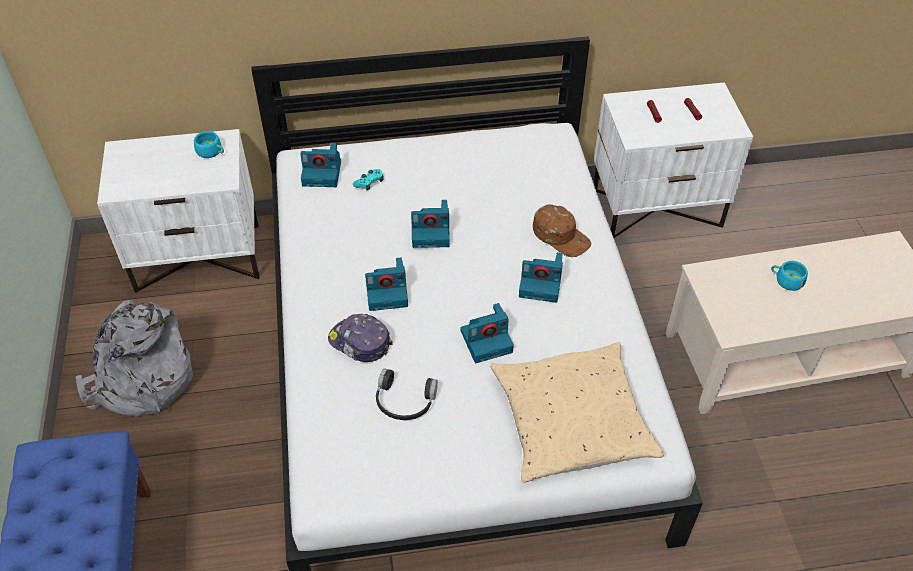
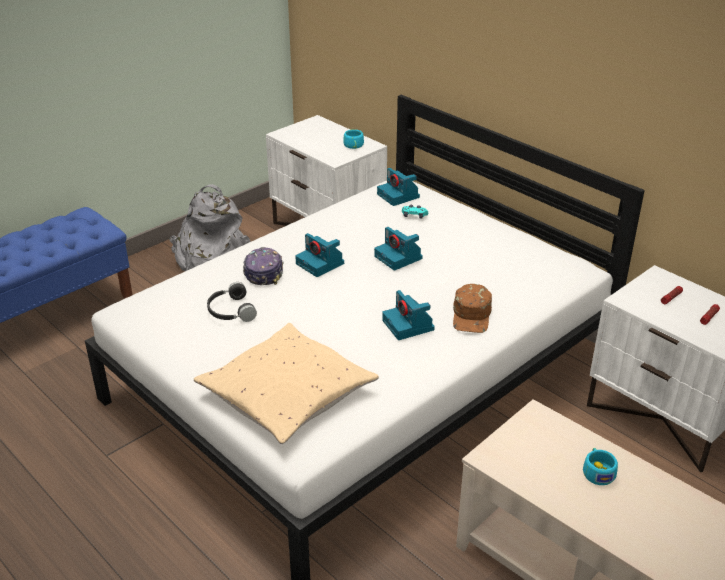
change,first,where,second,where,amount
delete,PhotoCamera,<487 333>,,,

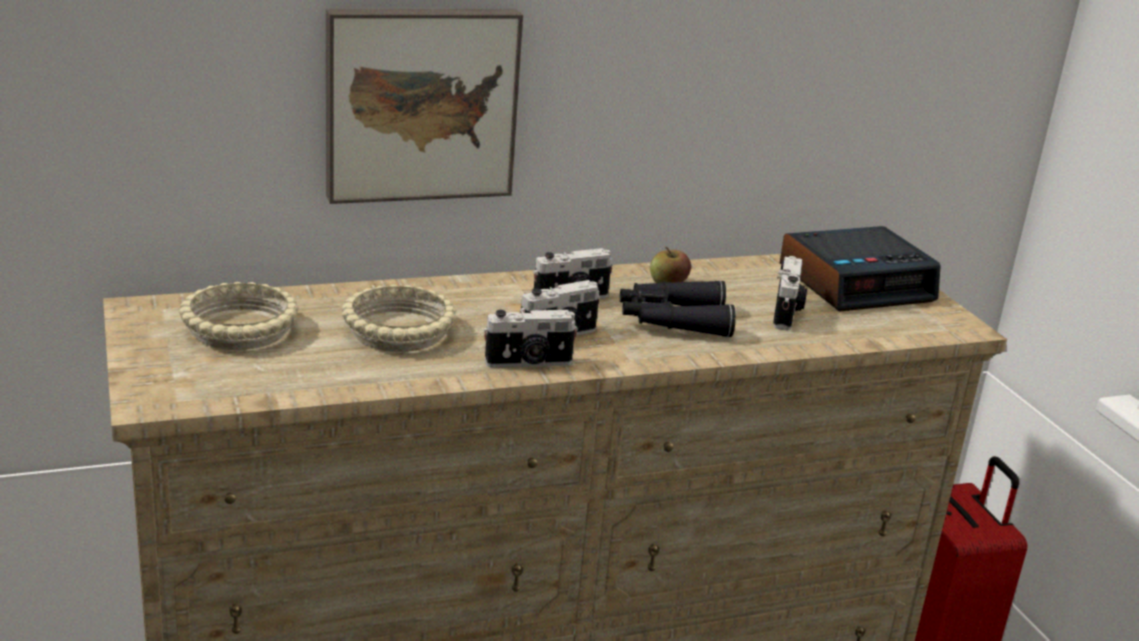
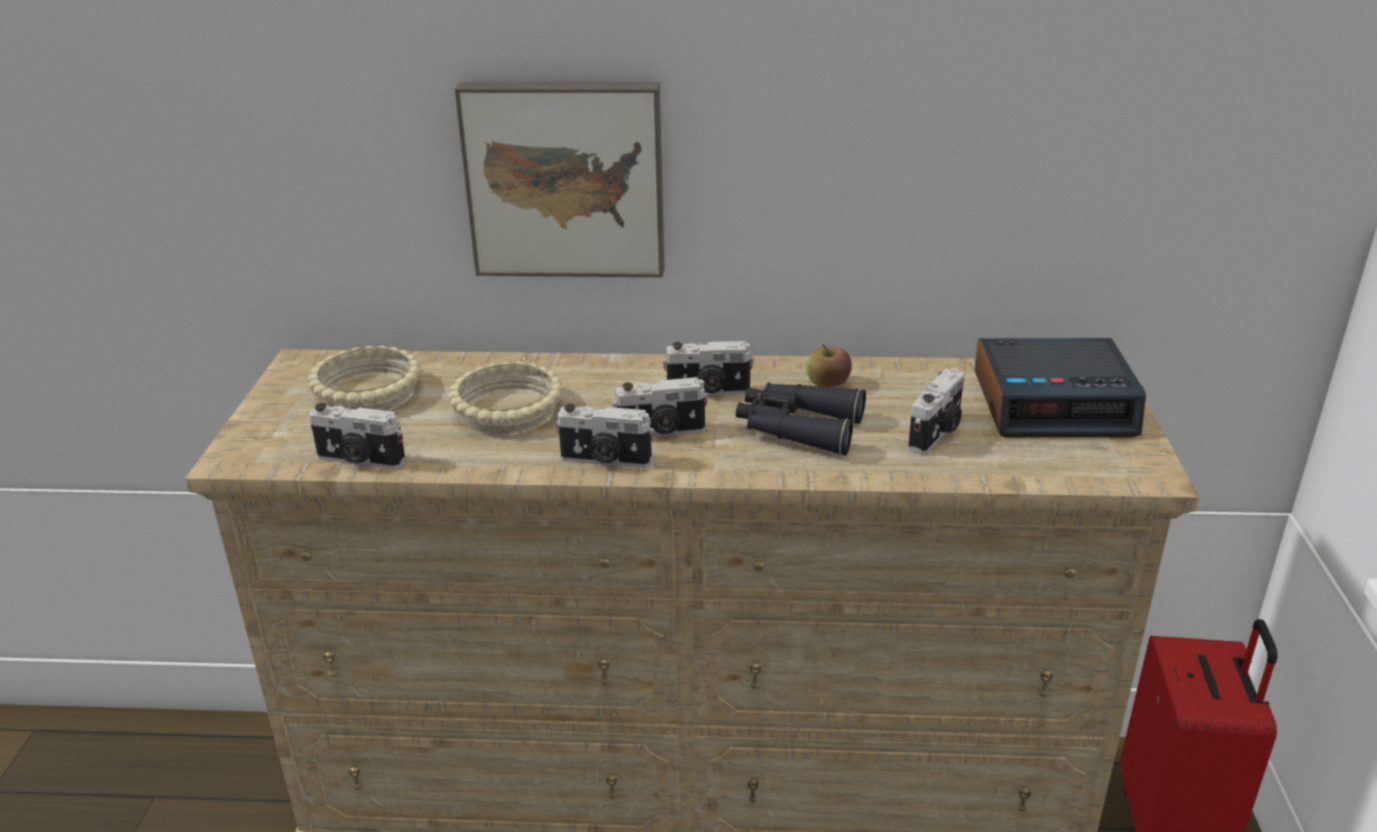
change,first,where,second,where,amount
insert,,,PhotoCamera,<357 436>,

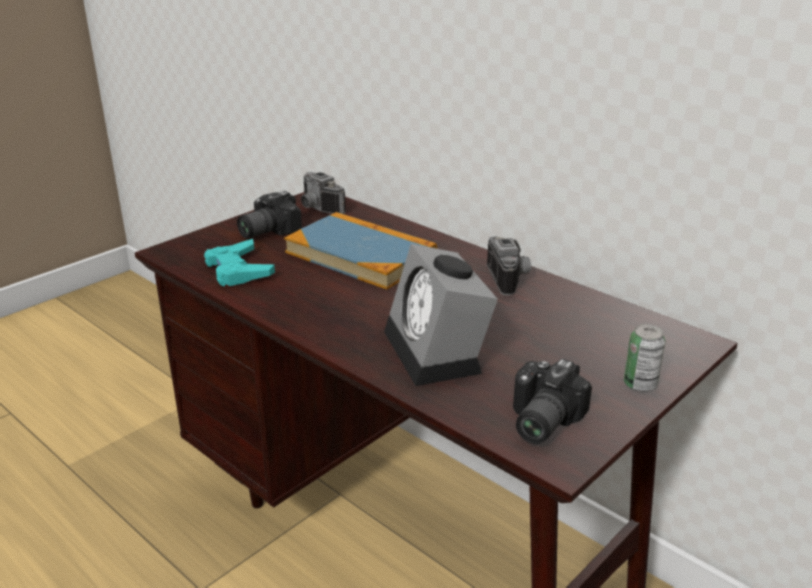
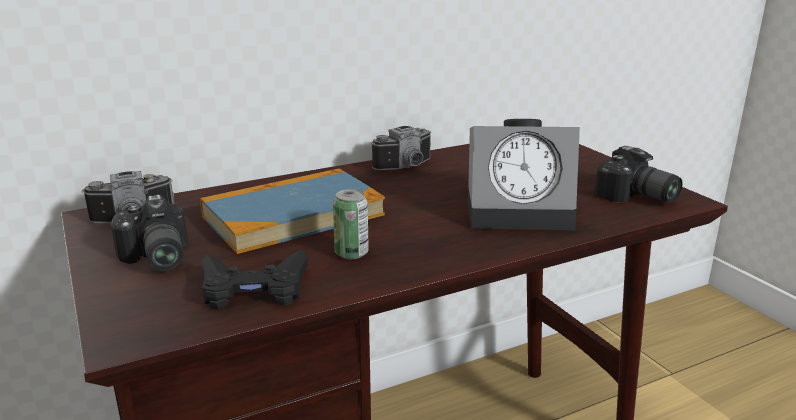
change,first,where,second,where,amount
recolor,TurquoiseJoypad,<239 262>,BlackColouredJoypad,<254 279>,
move,MetalCan,<644 358>,,<351 224>,
rotate,PhotoCamera,<509 266>,,<401 148>,135 degrees clockwise

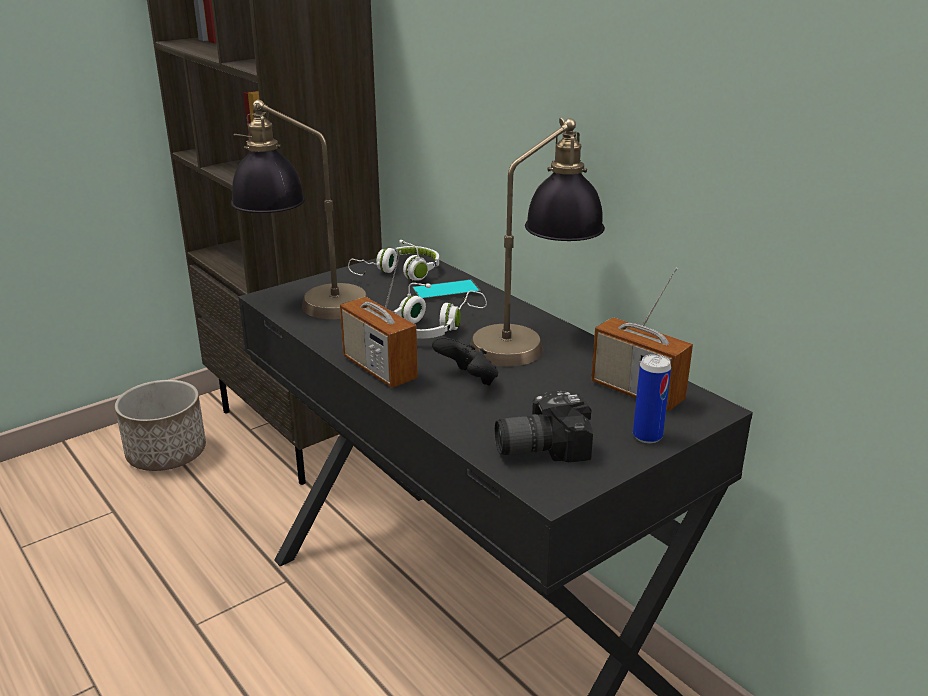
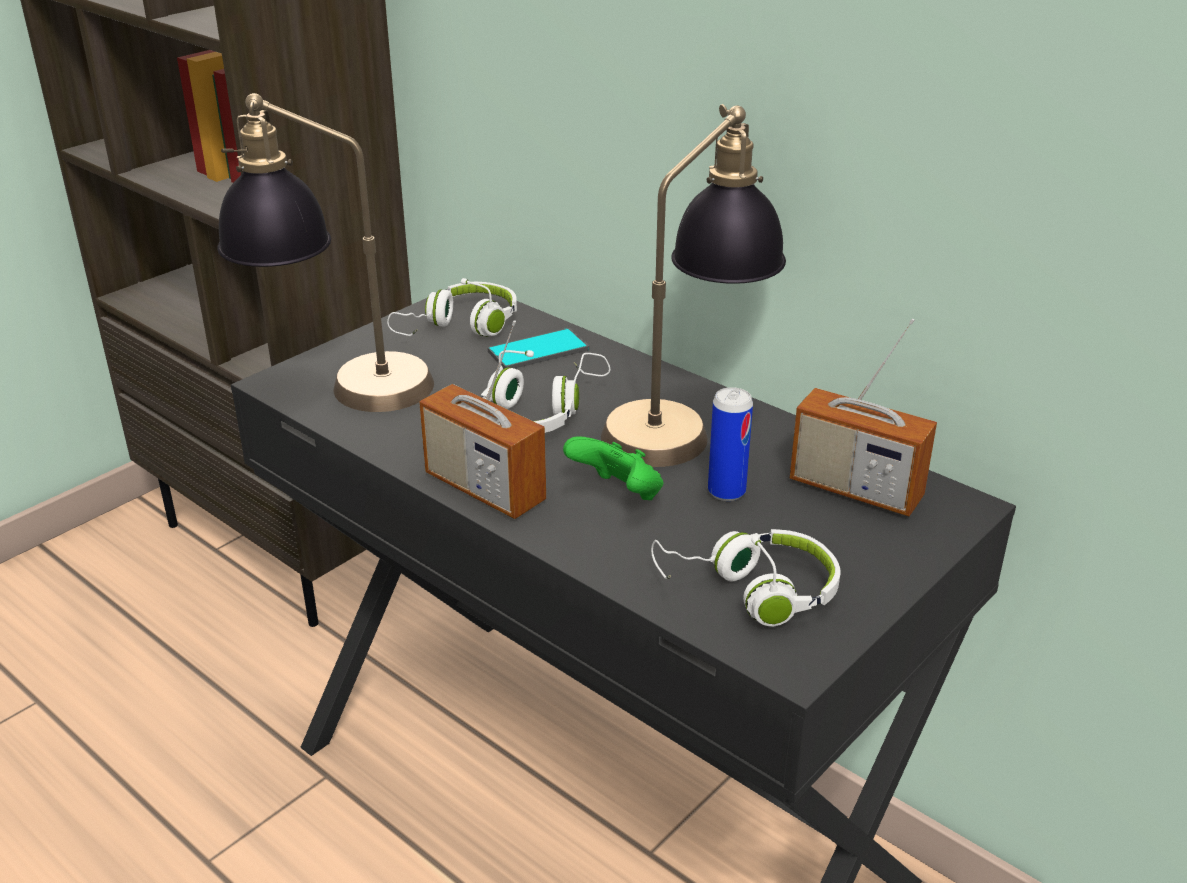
change,first,where,second,where,amount
recolor,BlackColouredJoypad,<465 361>,GreenishJoypad,<613 468>,
replace,PhotoCamera,<544 426>,WhitishHeadset,<745 577>,
move,MetalCan,<652 398>,,<730 444>,
delete,Planter,<160 425>,,,

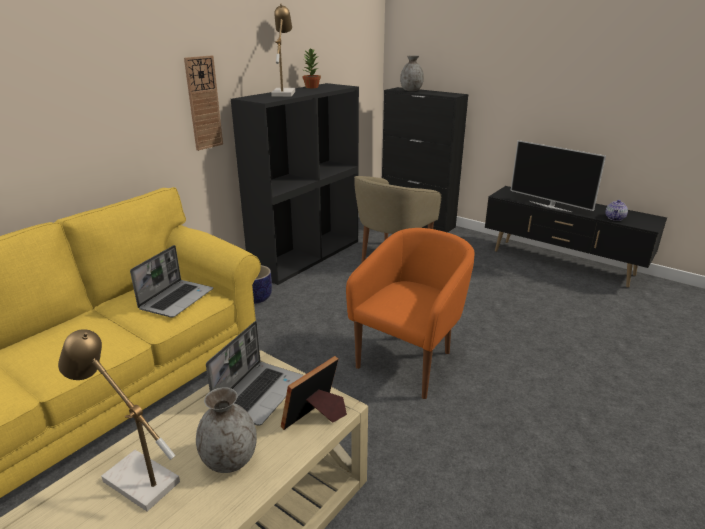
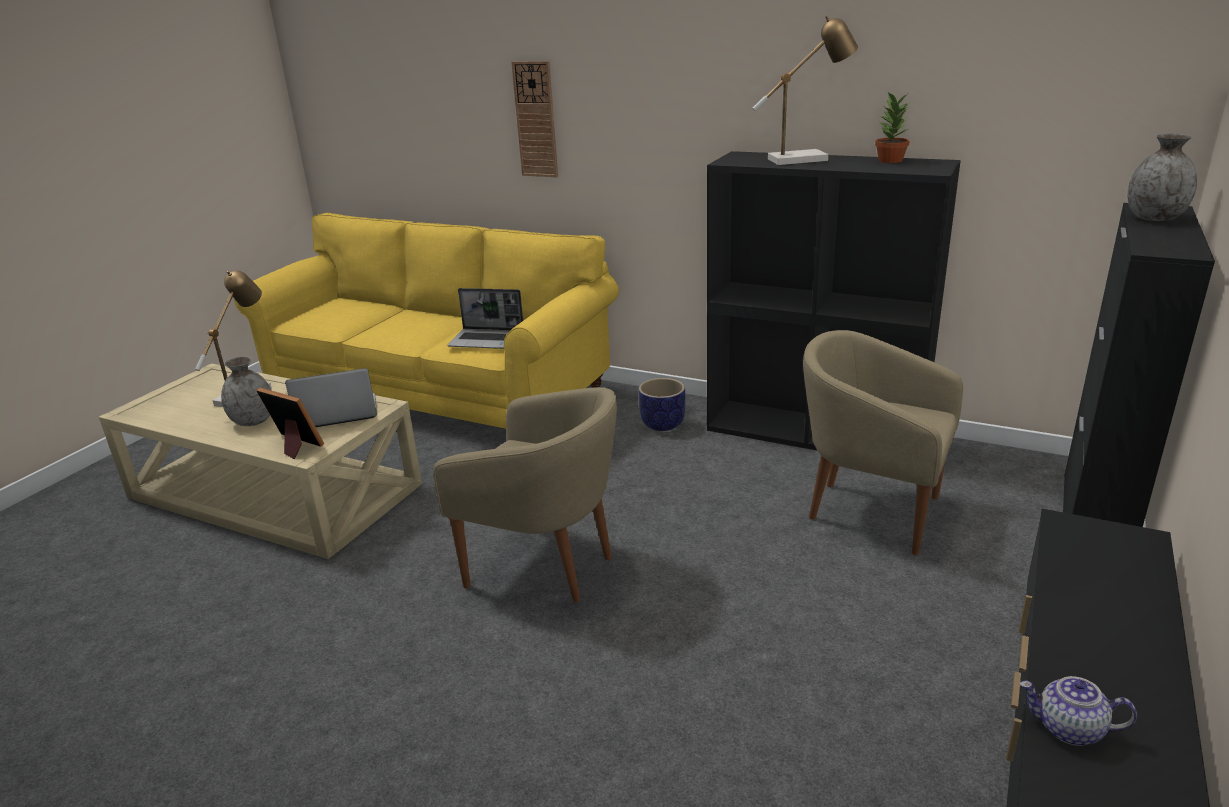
change,first,where,second,where,amount
rotate,PortableComputer,<254 373>,,<331 397>,150 degrees clockwise
recolor,OrangeLoungeChair,<410 313>,BeigeLoungeChair,<525 494>,
move,HangingClock,<203 103>,,<534 119>,
delete,Television,<558 176>,,,

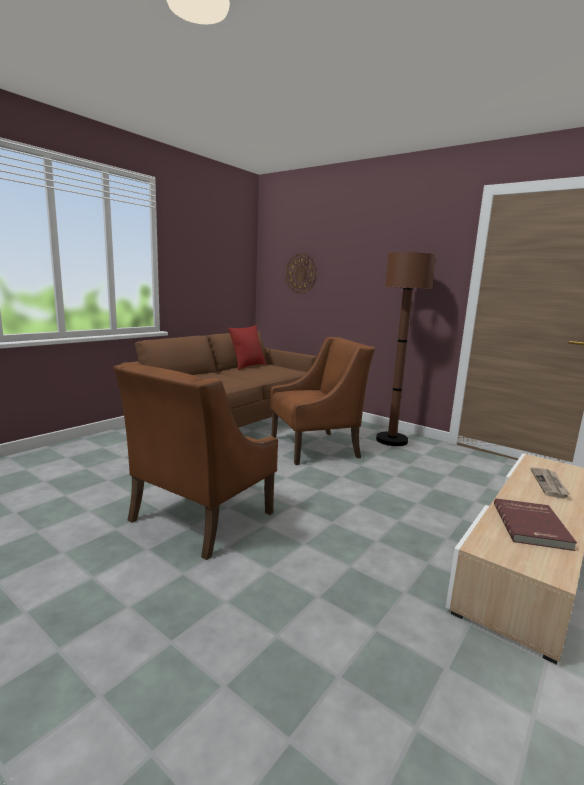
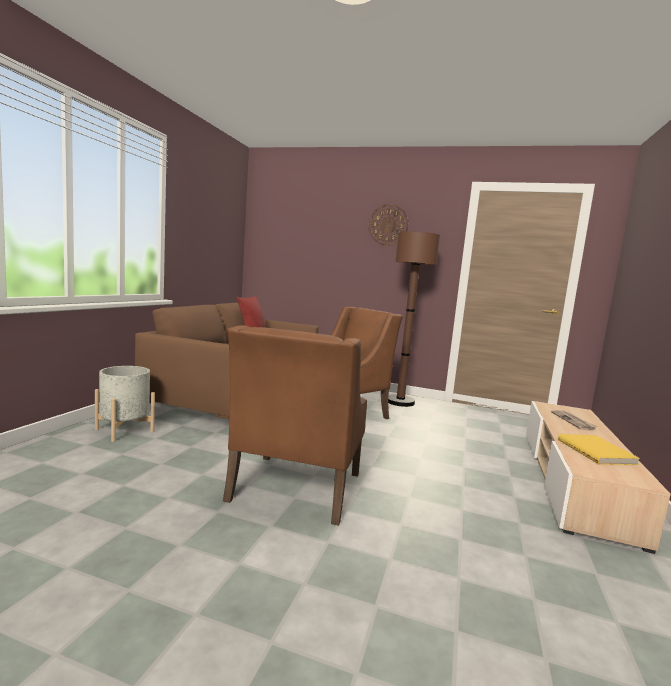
change,first,where,second,where,amount
insert,,,GreyPlanter,<125 404>,
move,HangingClock,<301 273>,,<388 225>,
recolor,RedColouredVolume,<535 524>,YellowColouredVolume,<599 449>,

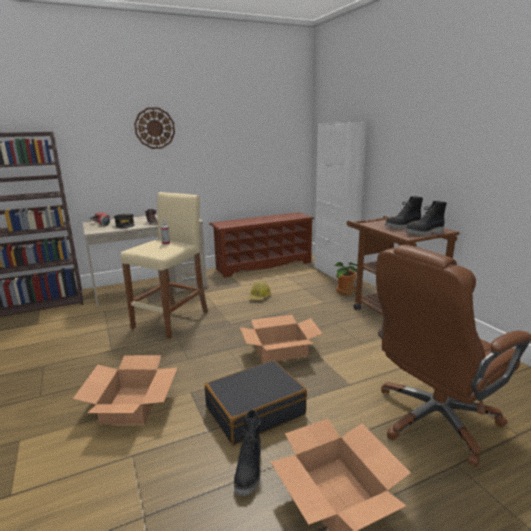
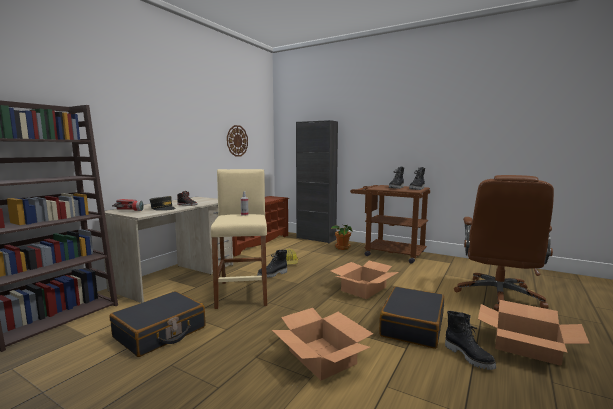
change,first,where,second,where,amount
insert,,,BlackColouredSuitcase,<157 324>,
move,HangingClock,<154 128>,,<237 141>,
insert,,,BlackColouredTallBoot,<272 264>,
recolor,WhitishCupboard,<340 201>,BlackColouredCupboard,<317 181>,

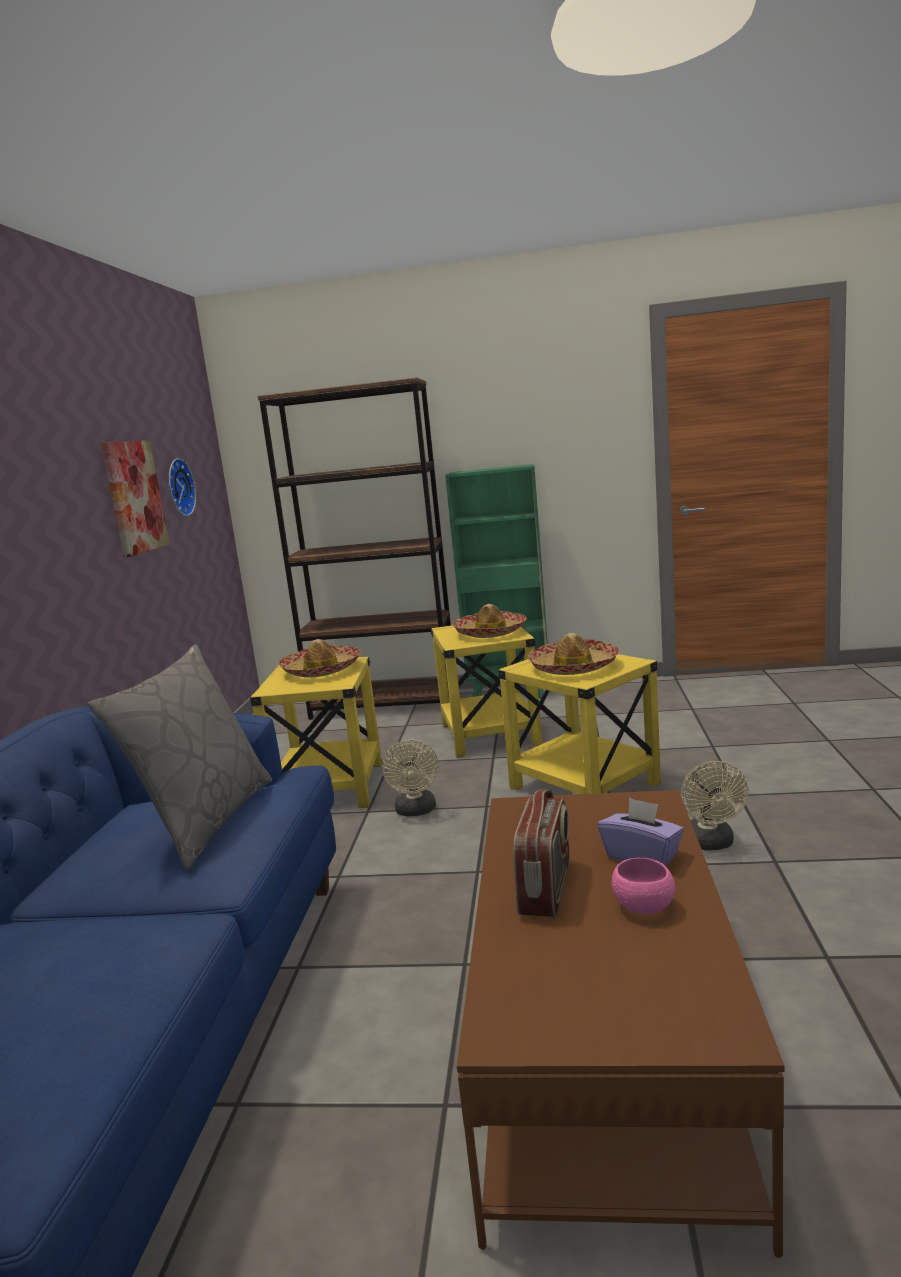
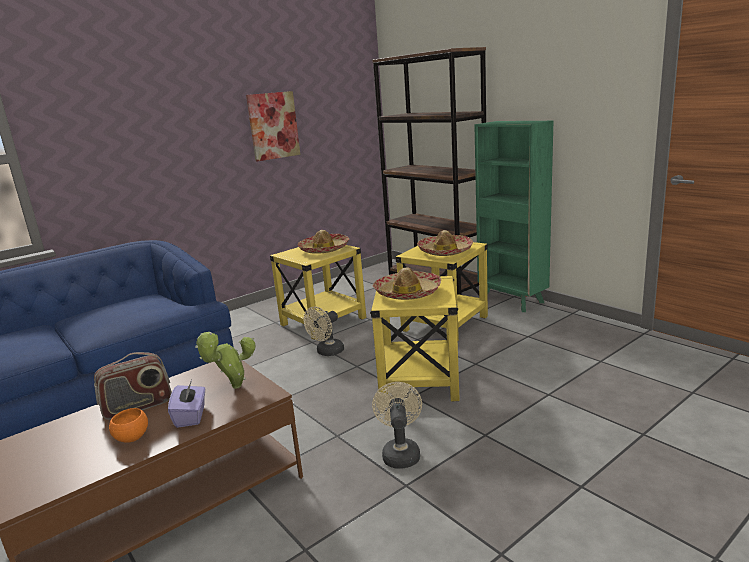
change,first,where,second,where,amount
recolor,PinkishServingBowl,<643 886>,OrangeServingBowl,<128 425>,
insert,,,PlantInAPot,<225 360>,
rotate,BeigeCoolingFan,<715 806>,,<397 425>,135 degrees clockwise
delete,GreyThrowPillow,<180 757>,,,
delete,HangingClock,<182 487>,,,

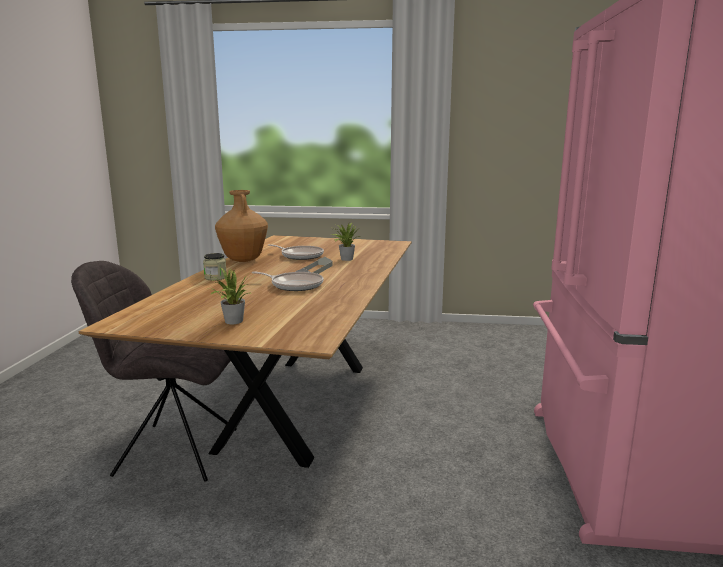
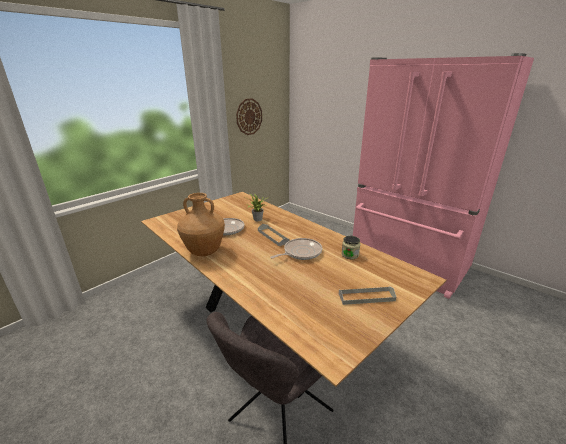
change,first,where,second,where,amount
insert,,,HangingClock,<249 116>,
replace,PlantInAPot,<229 296>,GreyServingTray,<367 295>,
move,StorageJar,<215 266>,,<351 247>,

